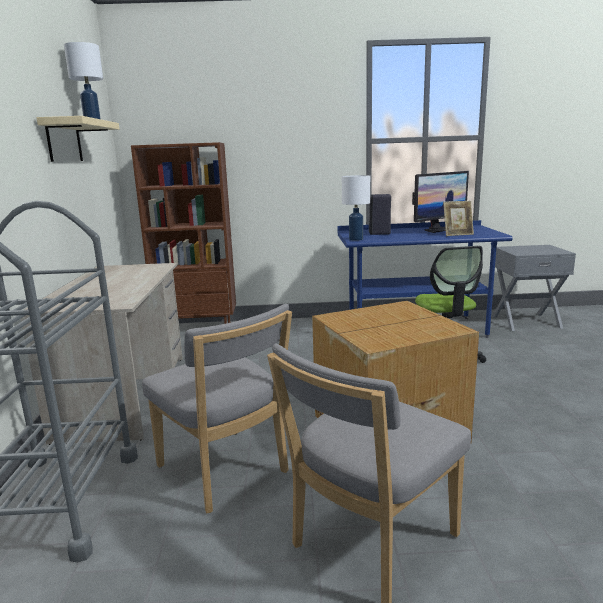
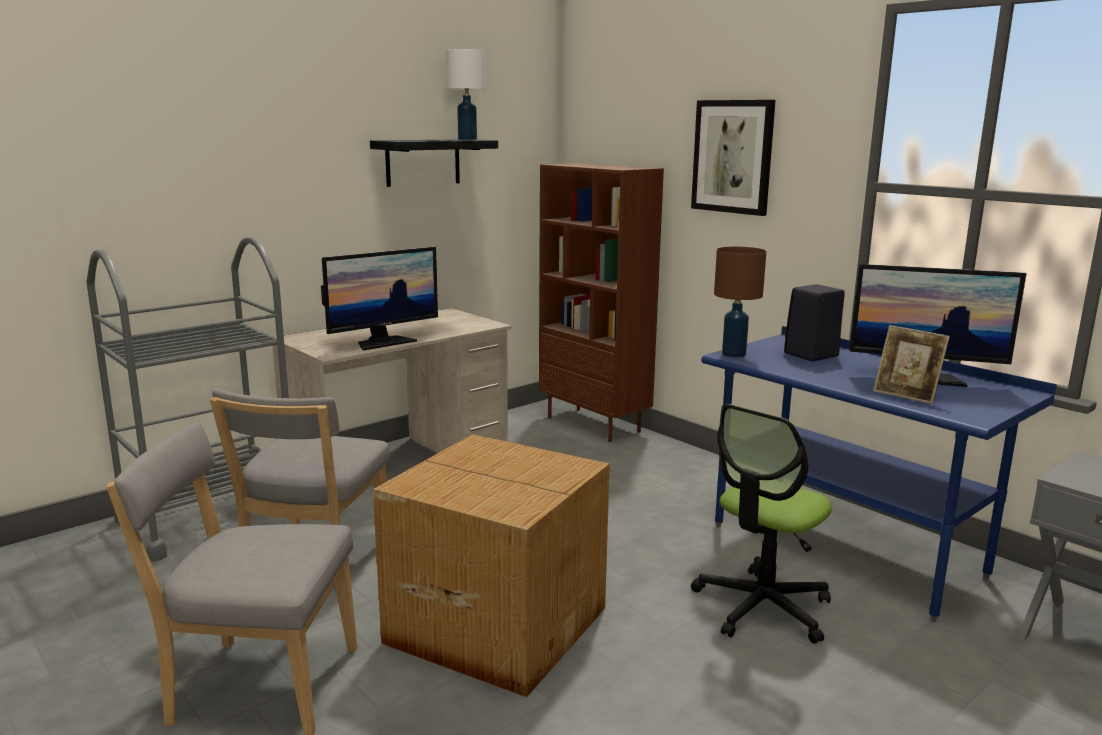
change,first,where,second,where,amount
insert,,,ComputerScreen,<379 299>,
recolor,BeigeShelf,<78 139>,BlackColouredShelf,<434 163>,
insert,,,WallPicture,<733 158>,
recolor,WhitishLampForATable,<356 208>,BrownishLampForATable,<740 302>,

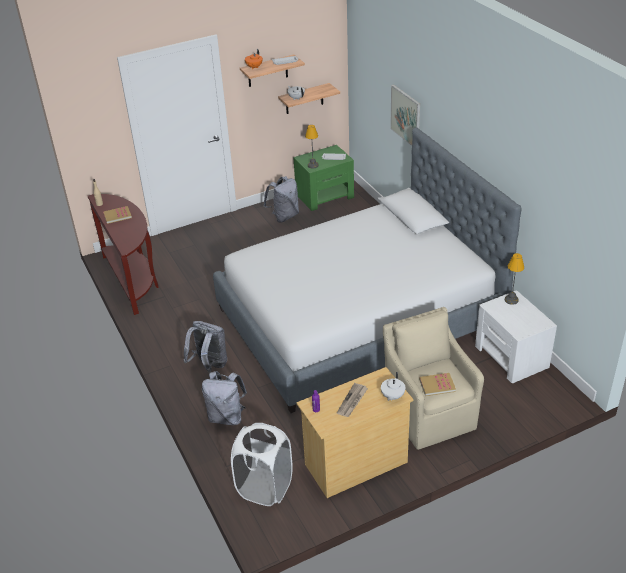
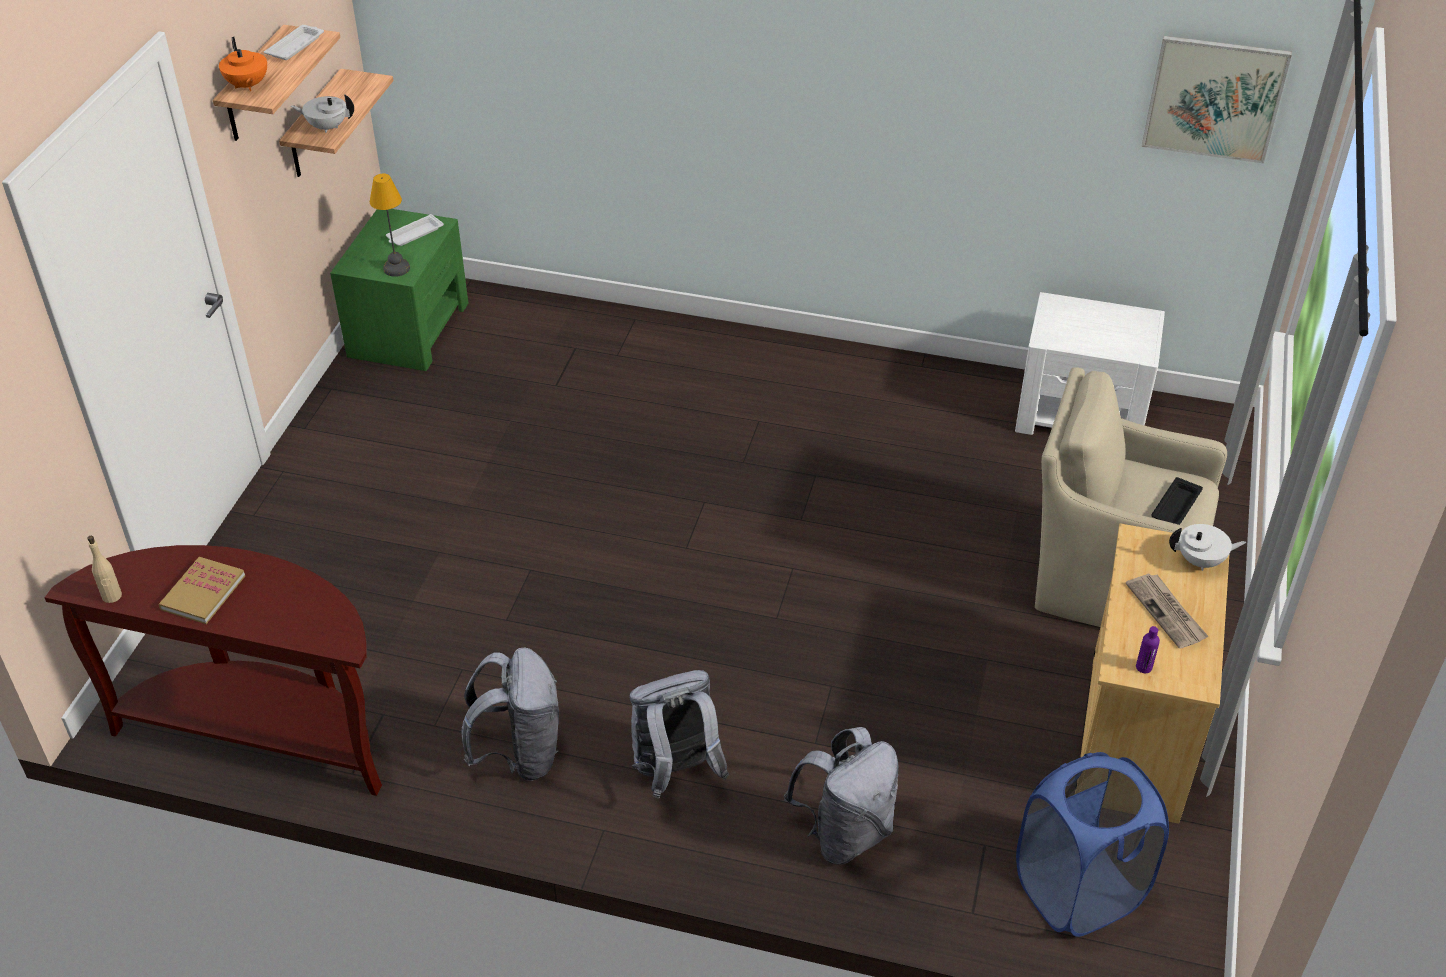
change,first,where,second,where,amount
move,GreyKnapsack,<281 199>,,<510 714>,
recolor,WhitishHamper,<262 464>,BluishHamper,<1092 844>,
move,WallPicture,<405 115>,,<1217 100>,
replace,Volume,<437 384>,BlackColouredServingTray,<1177 501>,
rotate,WhitishPotForTea,<393 386>,,<1207 547>,60 degrees counterclockwise
delete,BedroomBed,<367 270>,,,
delete,LampForATable,<514 279>,,,

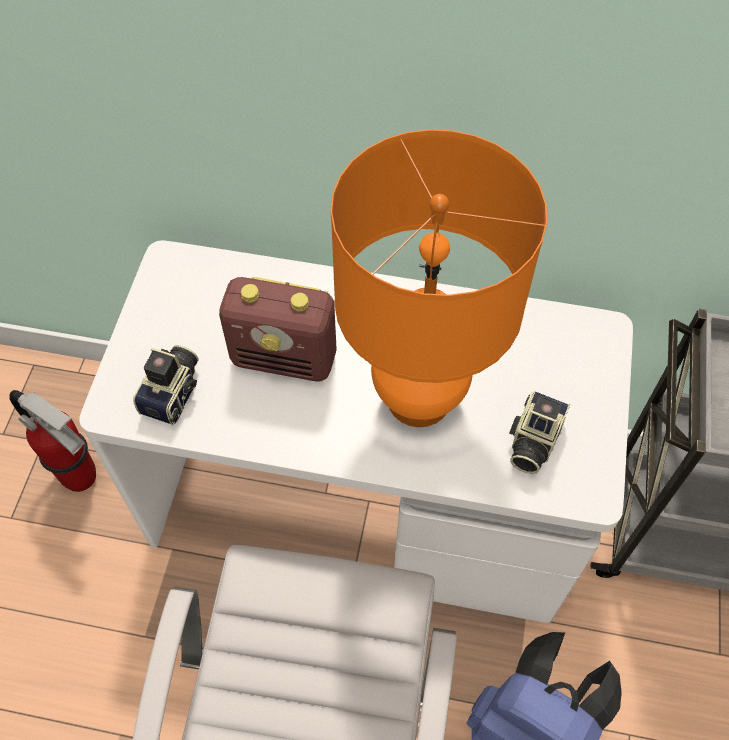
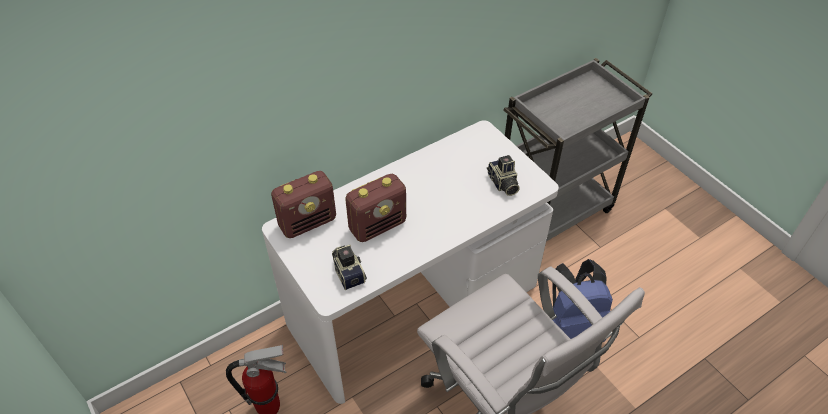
change,first,where,second,where,amount
insert,,,RadioSet,<303 204>,
delete,OrangeLampForATable,<439 278>,,,

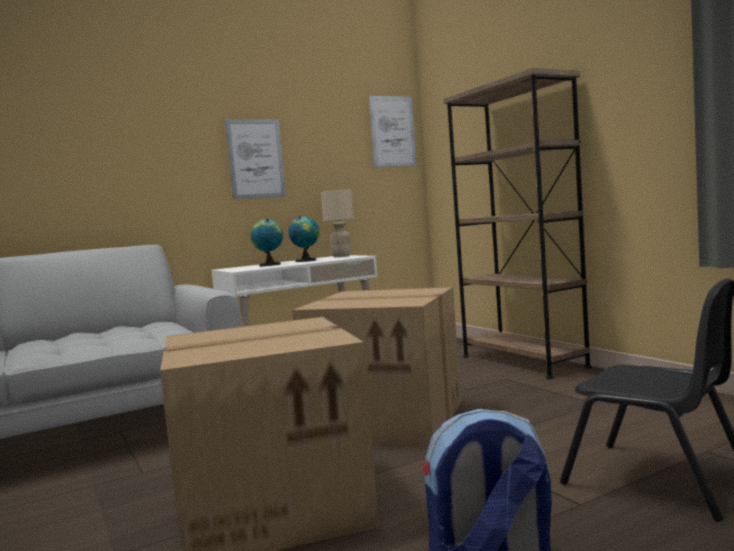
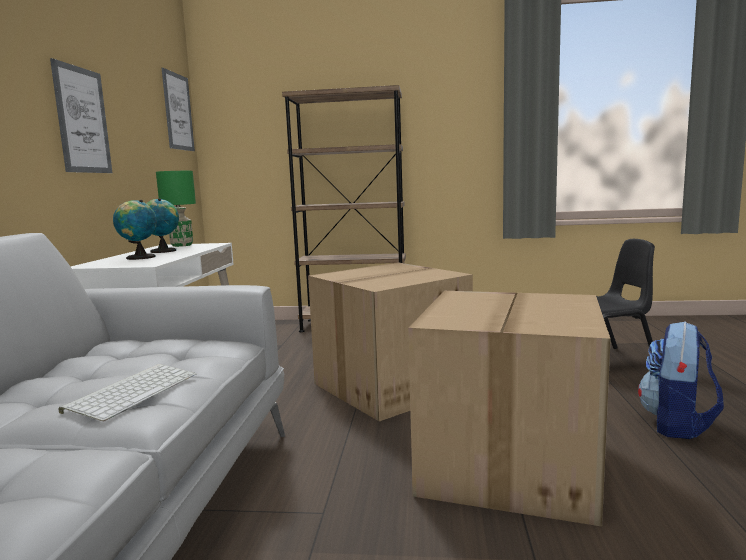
change,first,where,second,where,amount
insert,,,PcKeyboard,<127 392>,
recolor,BeigeLampForATable,<337 223>,GreenishLampForATable,<176 209>,

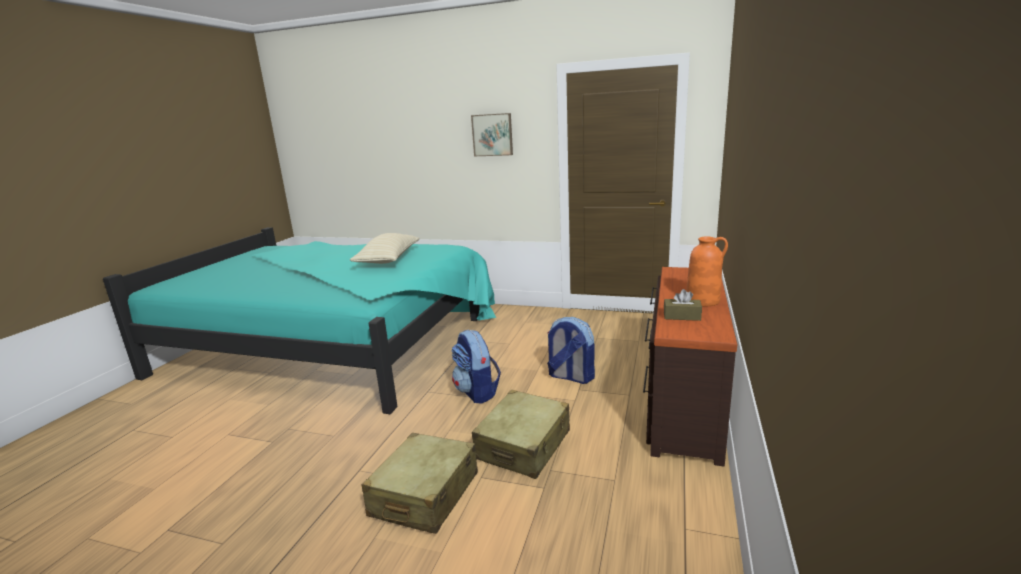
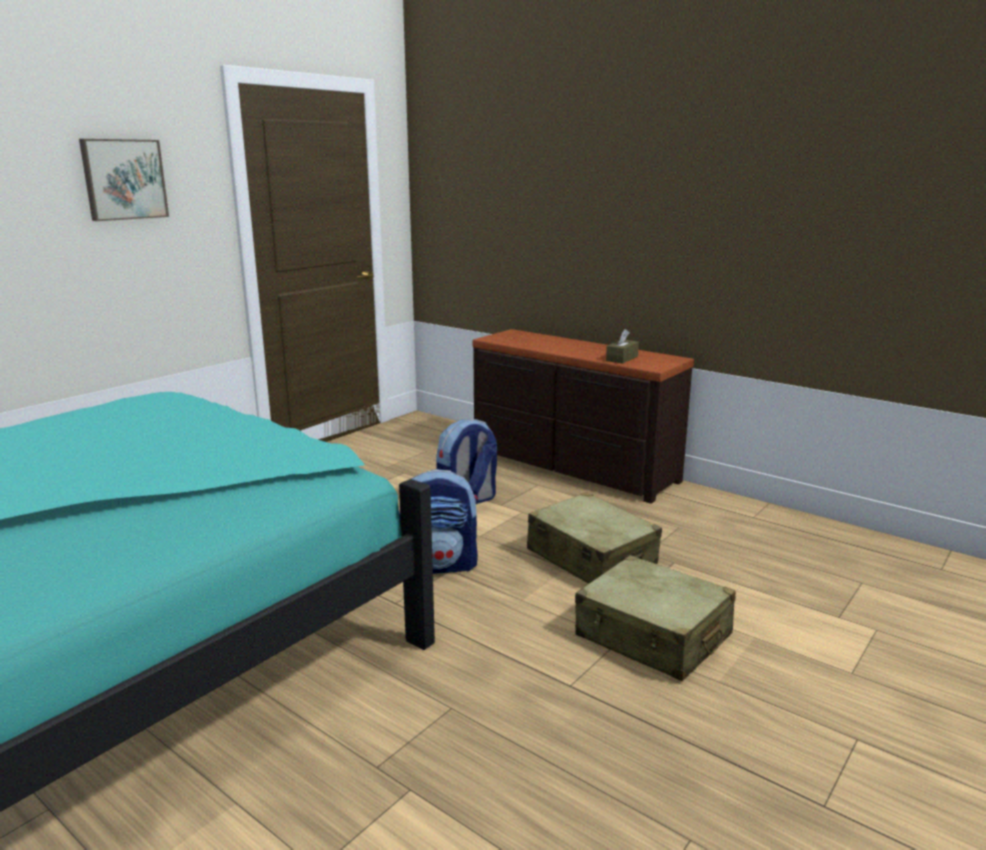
change,first,where,second,where,amount
delete,BeigeThrowPillow,<384 248>,,,
delete,OrangeVase,<707 271>,,,

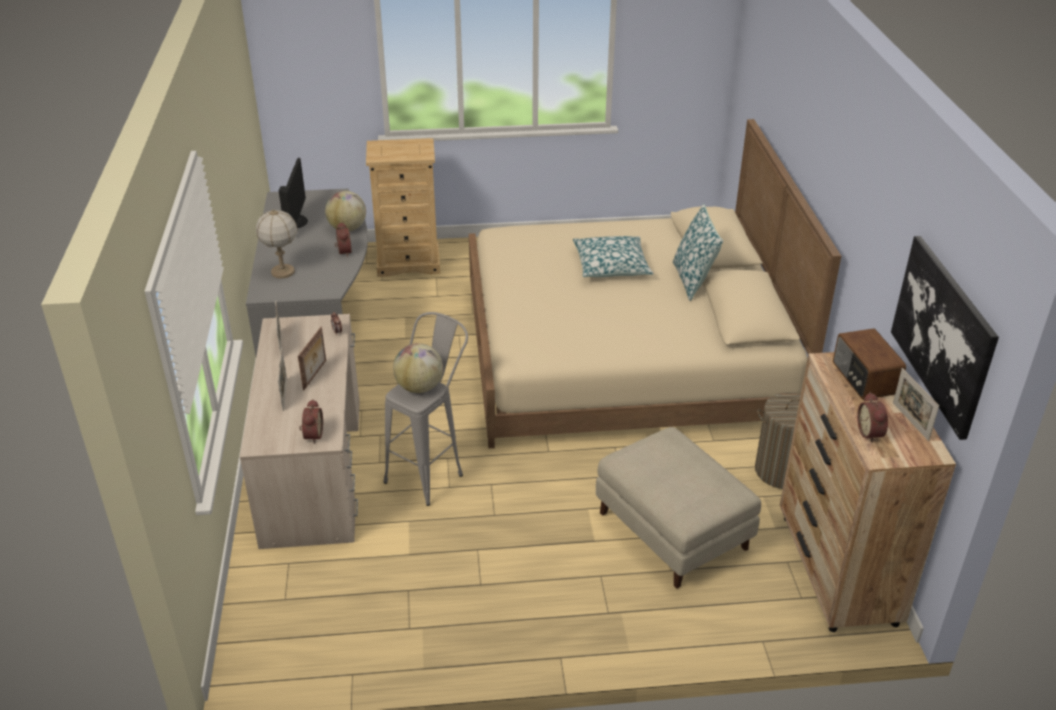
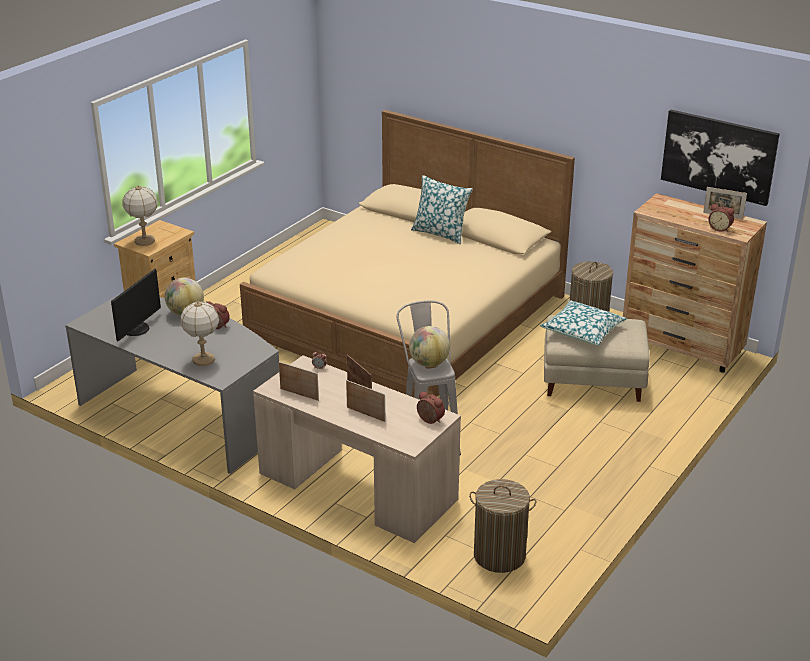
change,first,where,second,where,amount
rotate,ComputerScreen,<293 192>,,<136 305>,75 degrees clockwise
insert,,,LampForATable,<140 215>,
insert,,,Hamper,<502 526>,
move,ThrowPillow,<613 256>,,<583 322>,
delete,RadioSet,<869 364>,,,

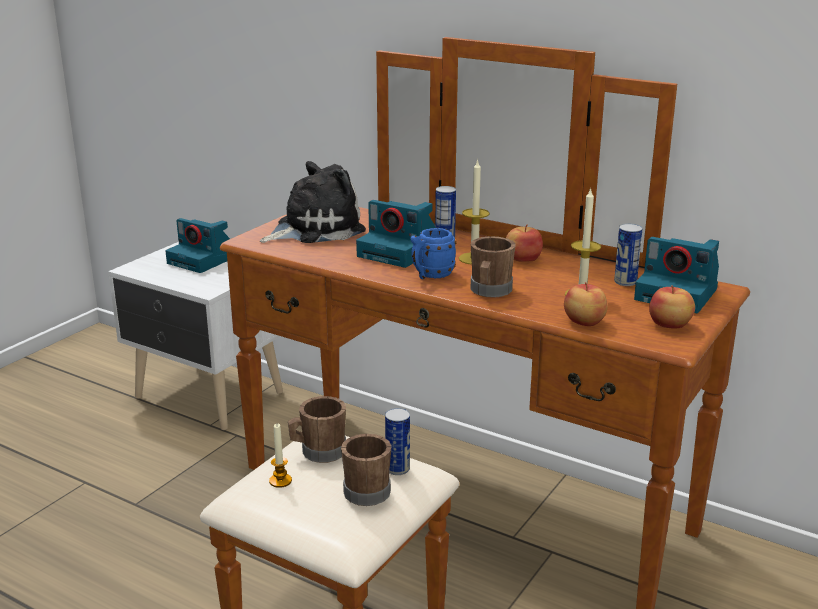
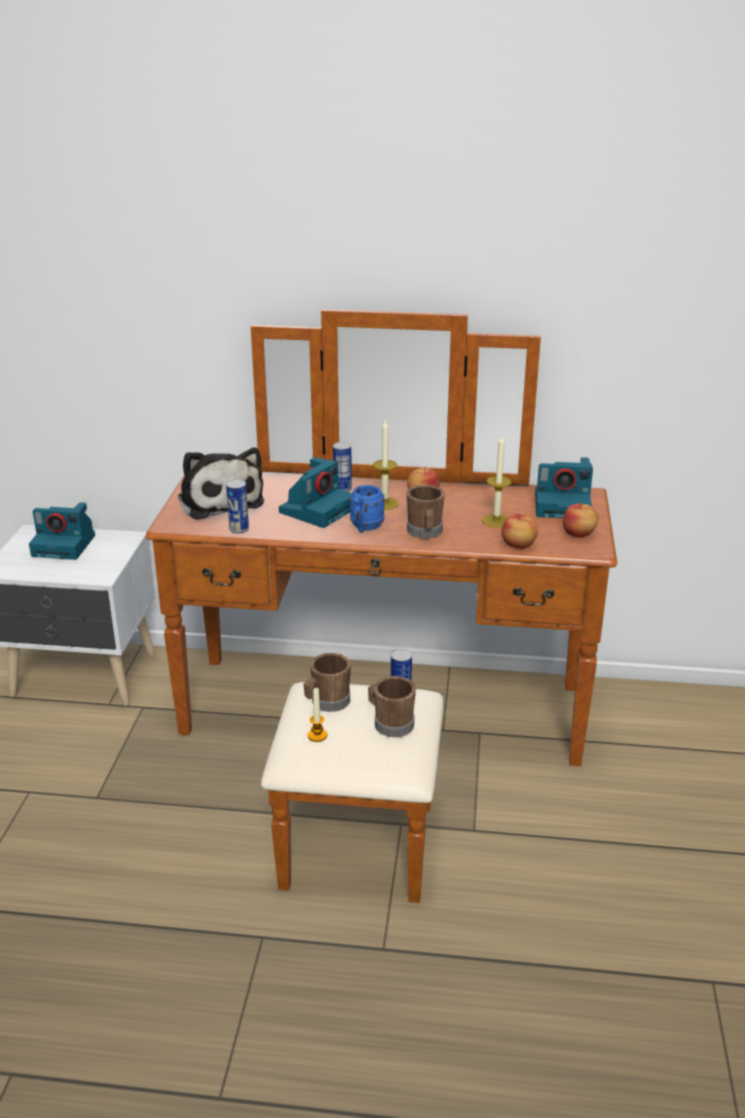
change,first,where,second,where,amount
rotate,SoftToy,<313 202>,,<221 483>,120 degrees clockwise
move,MetalCan,<628 254>,,<237 506>,
rotate,PhotoCamera,<396 234>,,<315 492>,60 degrees counterclockwise

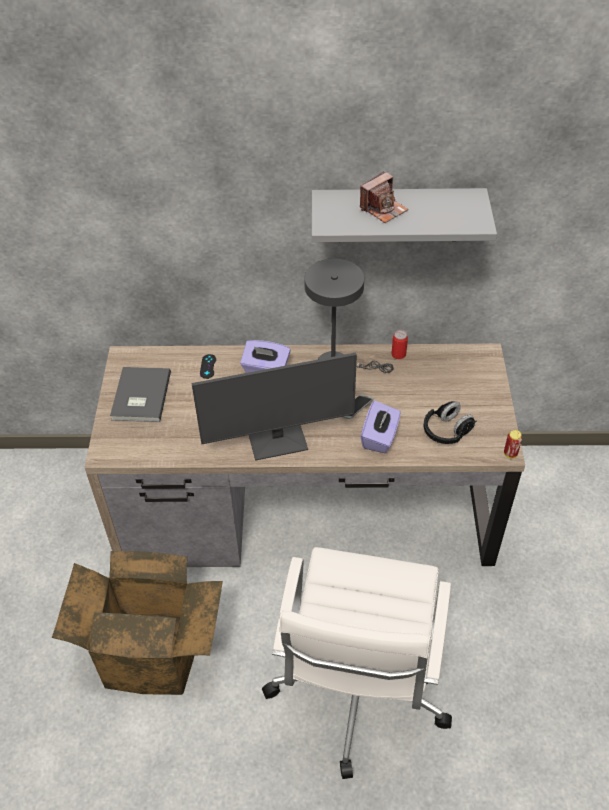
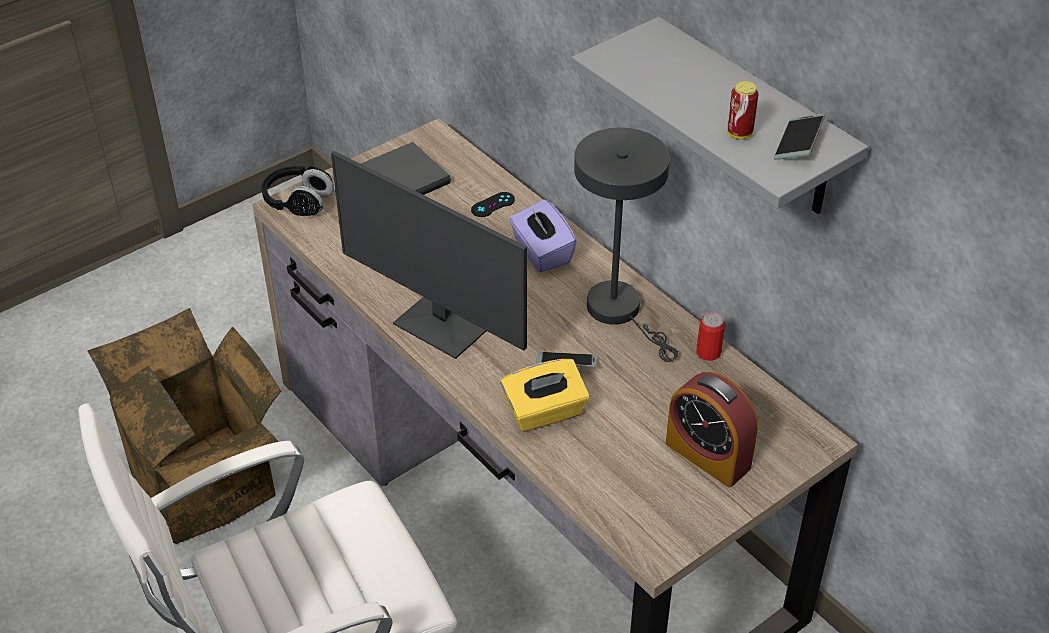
change,first,where,second,where,amount
move,BlackColouredHeadset,<450 422>,,<297 191>,
recolor,PurplishTissueBox,<381 427>,YellowColouredTissueBox,<544 395>,
insert,,,BedsideClock,<712 429>,
move,MetalCan,<513 444>,,<742 110>,
insert,,,Handset,<799 136>,
delete,PhotoCamera,<384 197>,,,

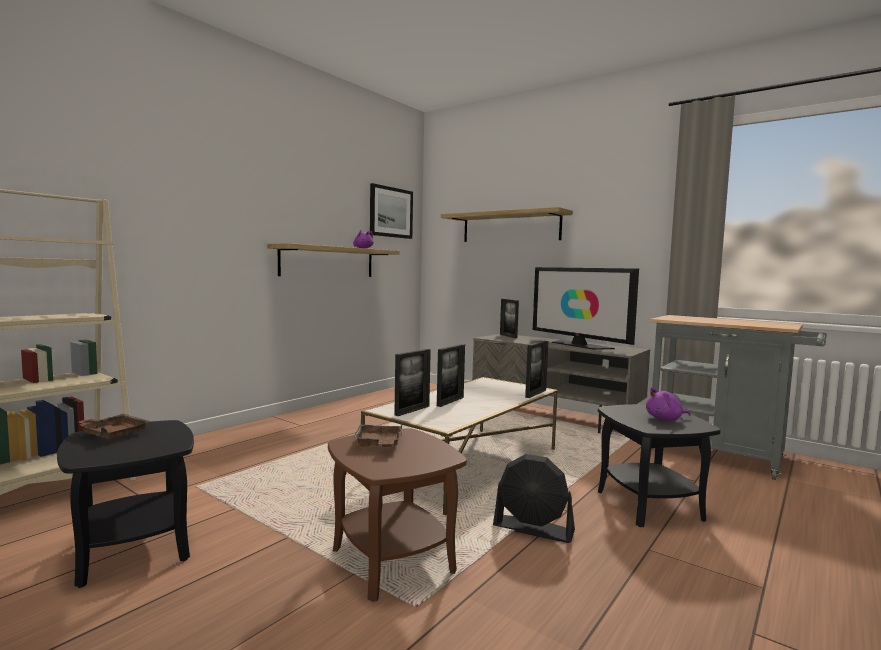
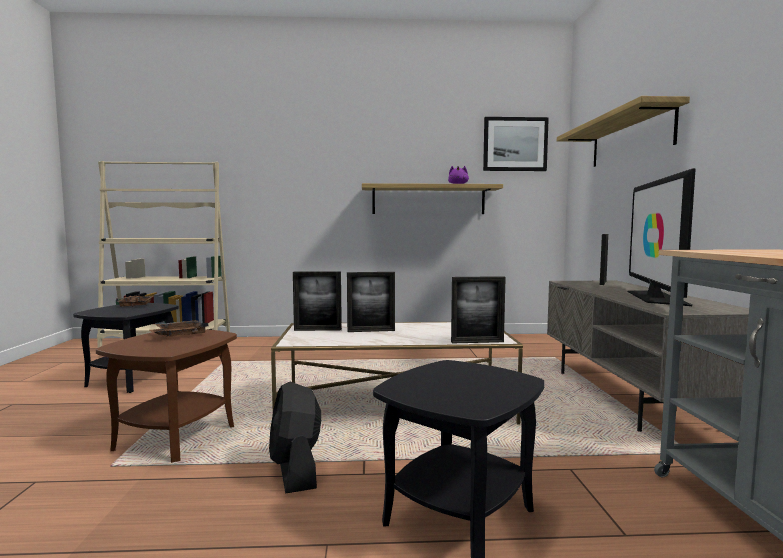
change,first,where,second,where,amount
delete,PurplishSoftToy,<668 403>,,,

